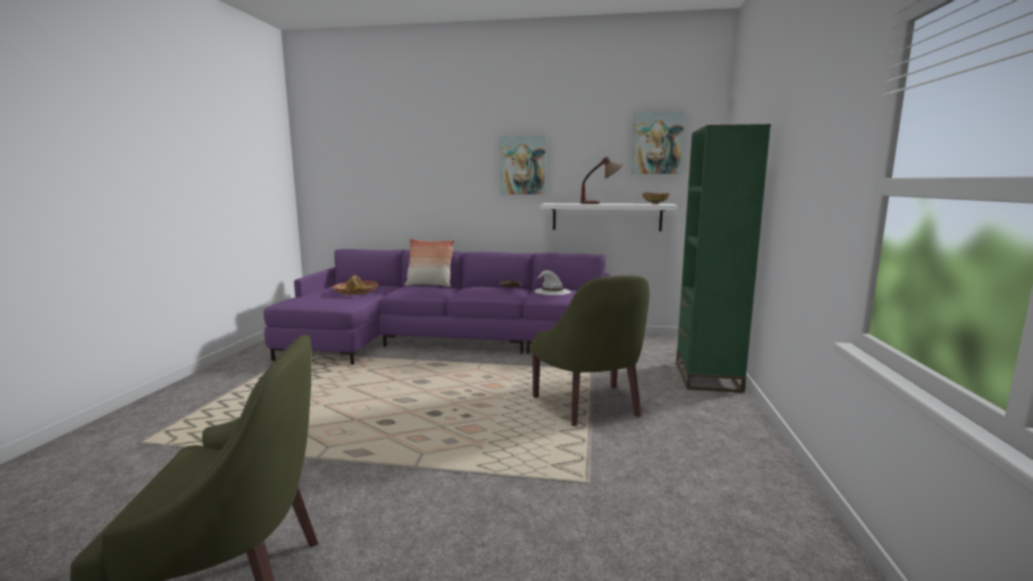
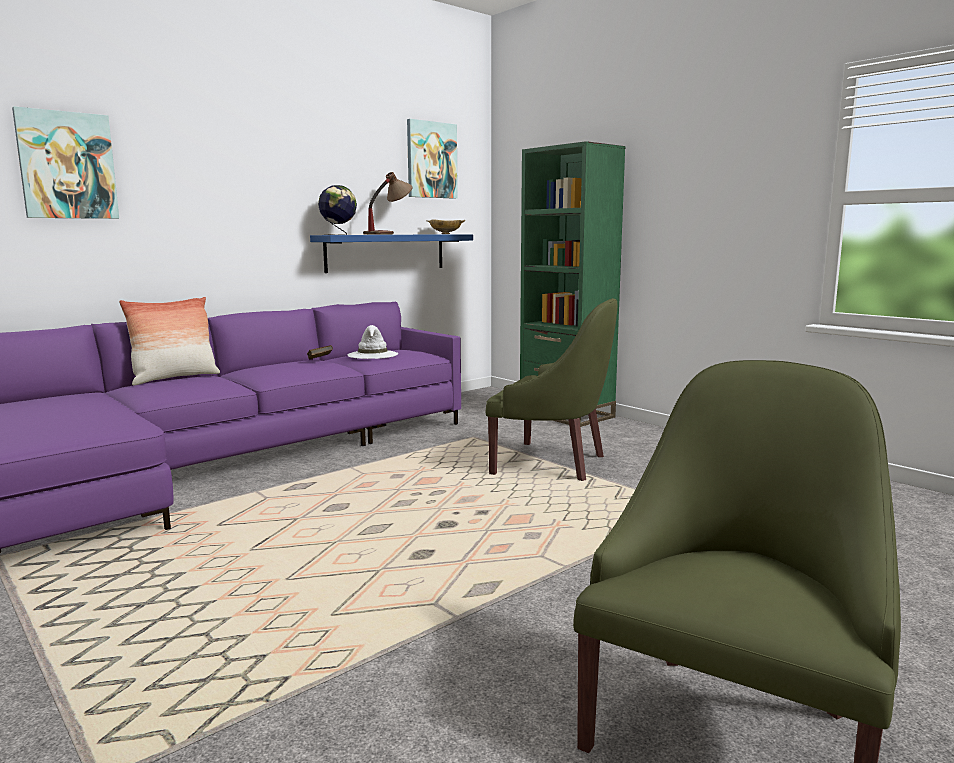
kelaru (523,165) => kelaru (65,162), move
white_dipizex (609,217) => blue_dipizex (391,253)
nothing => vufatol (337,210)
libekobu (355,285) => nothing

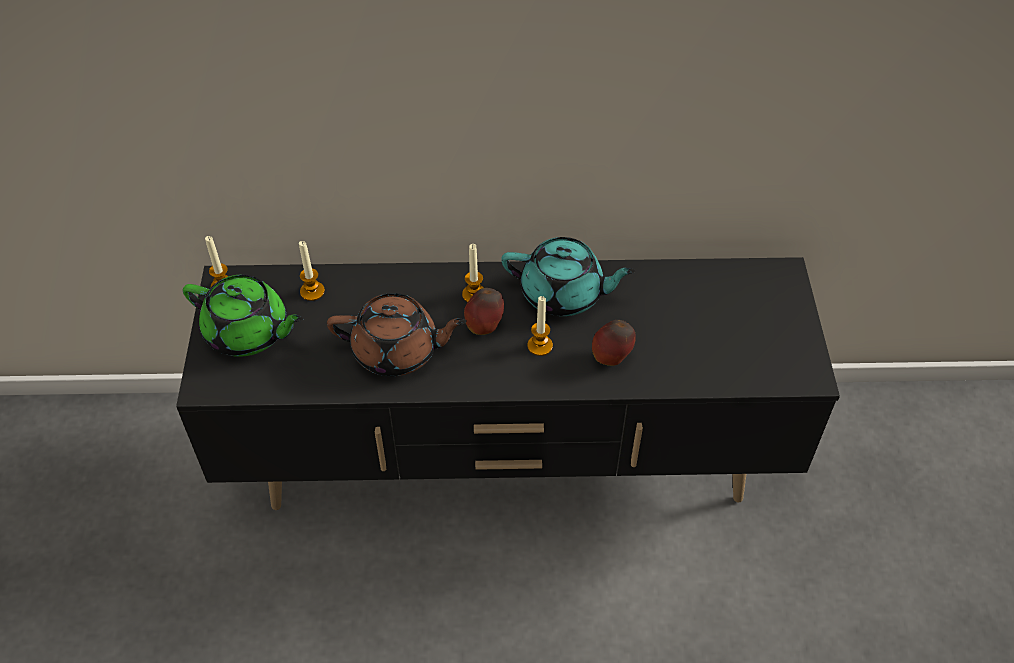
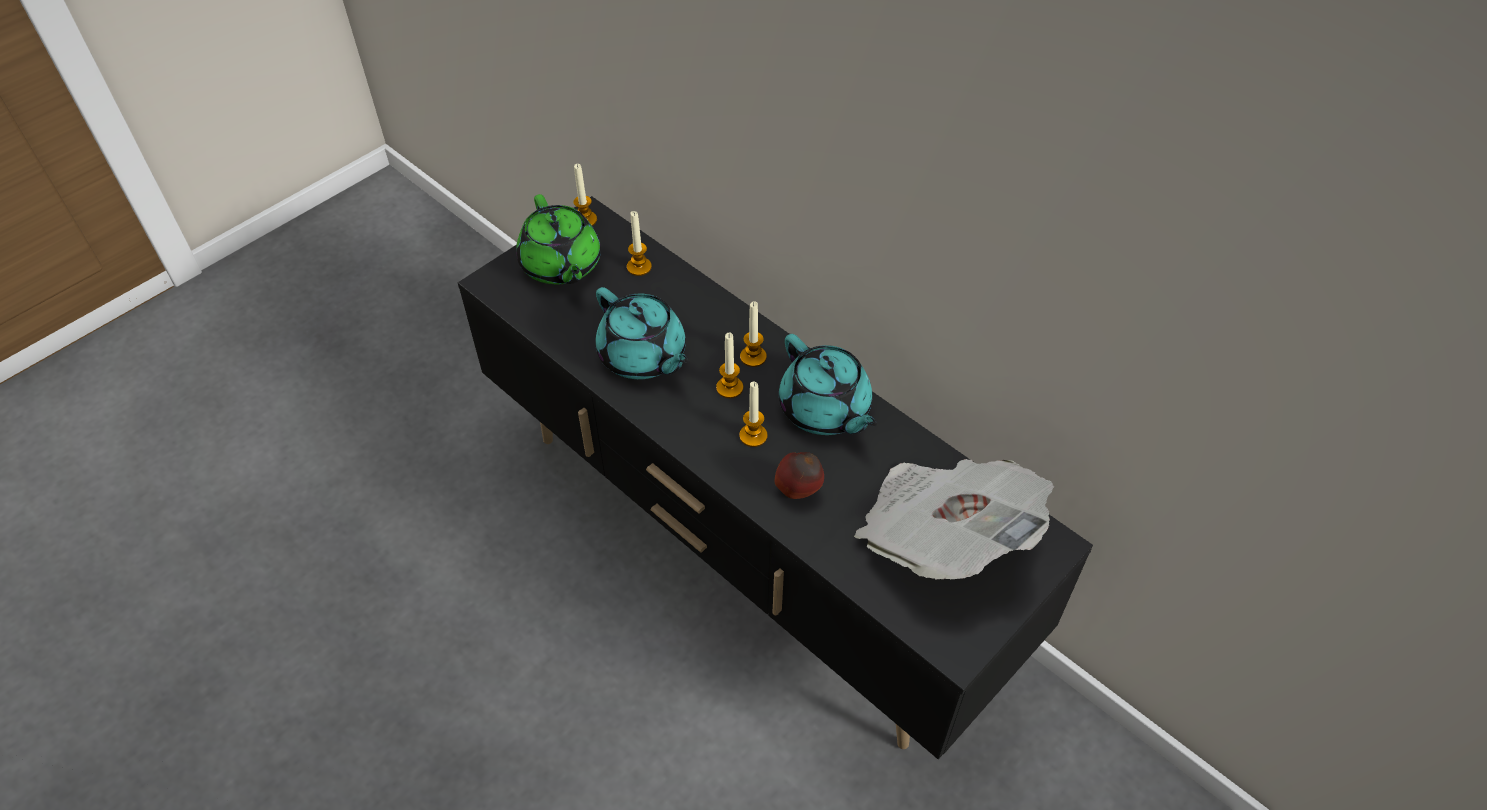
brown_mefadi (397,334) => turquoise_mefadi (642,333)
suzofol (484,311) => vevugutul (729,365)
nothing => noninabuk (954,519)

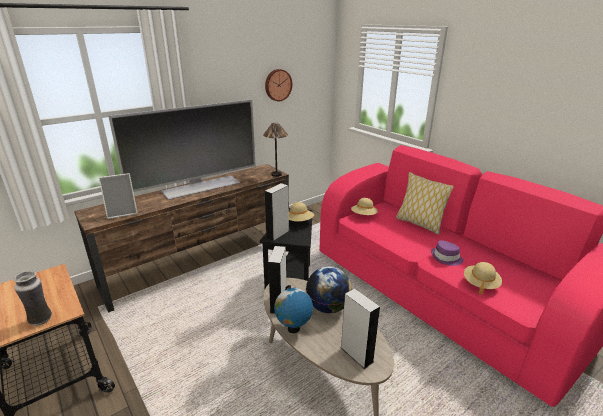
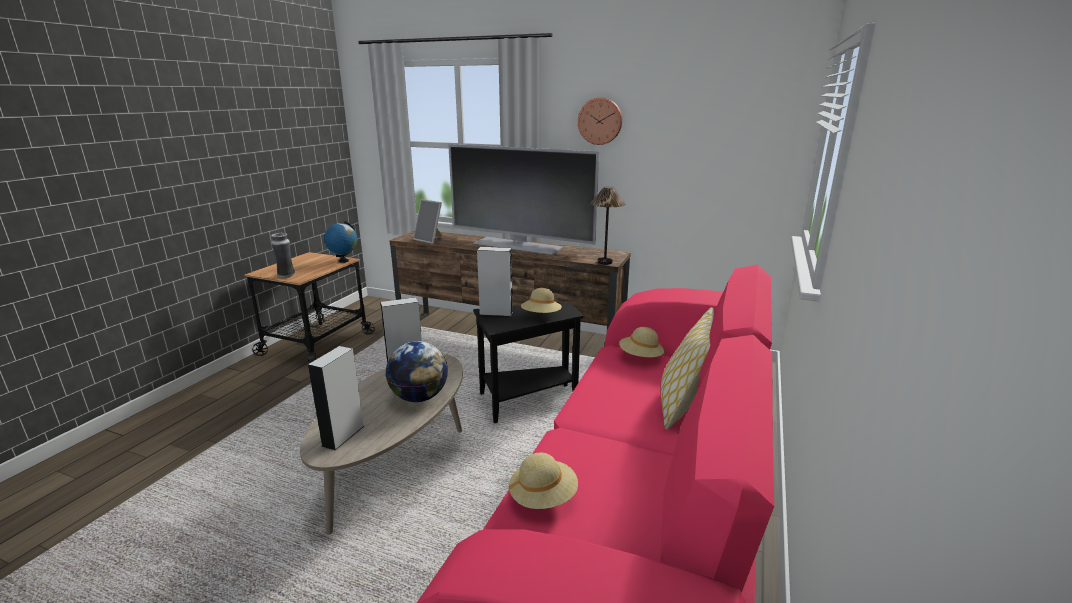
vufatol (293,309) => vufatol (340,242), move
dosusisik (278,85) => dosusisik (600,121), move
purple_libekobu (447,253) => nothing

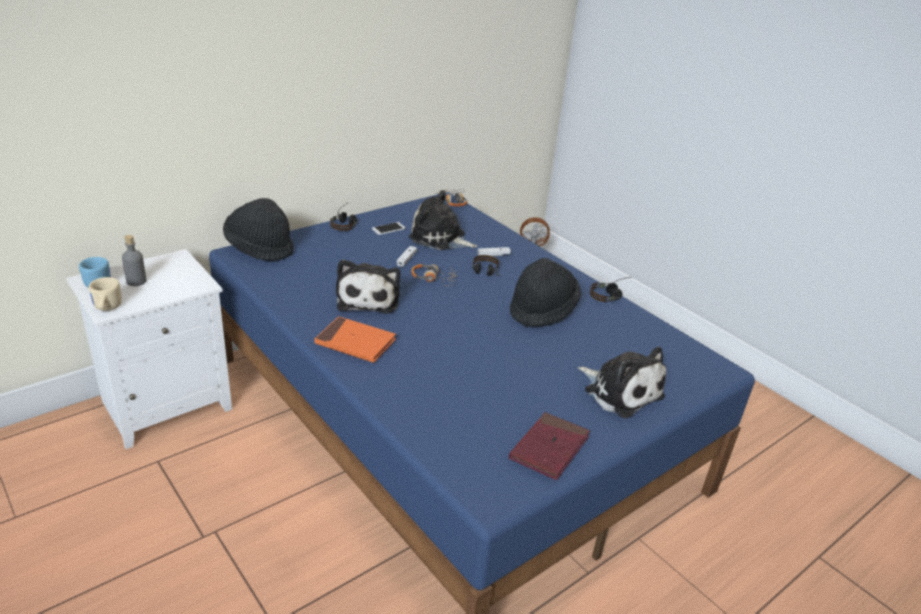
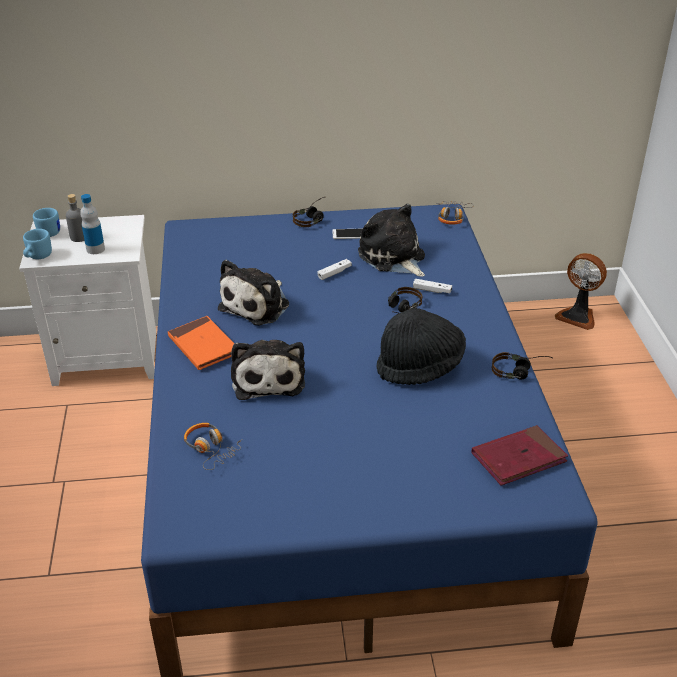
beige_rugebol (105,294) => blue_rugebol (37,244)
nothing => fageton (92,224)
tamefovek (434,275) => tamefovek (213,446), move
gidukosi (622,383) => gidukosi (268,370), move
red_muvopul (549,446) => red_muvopul (519,455), move
black_libekobu (258,229) => nothing

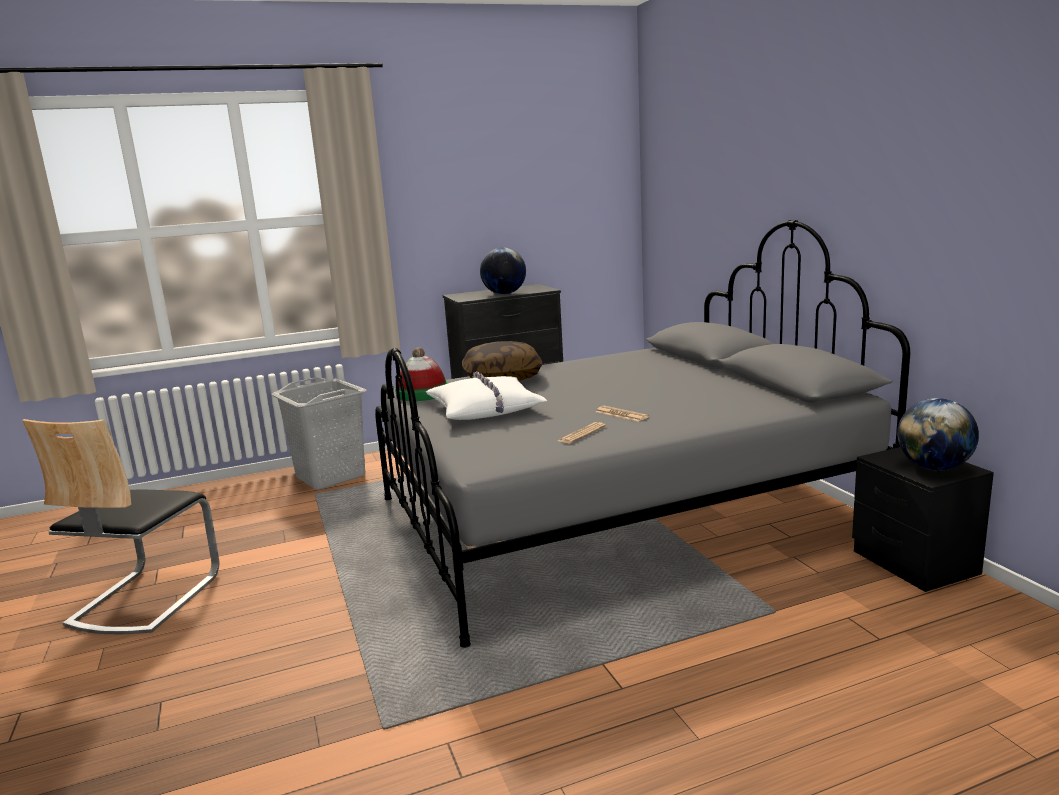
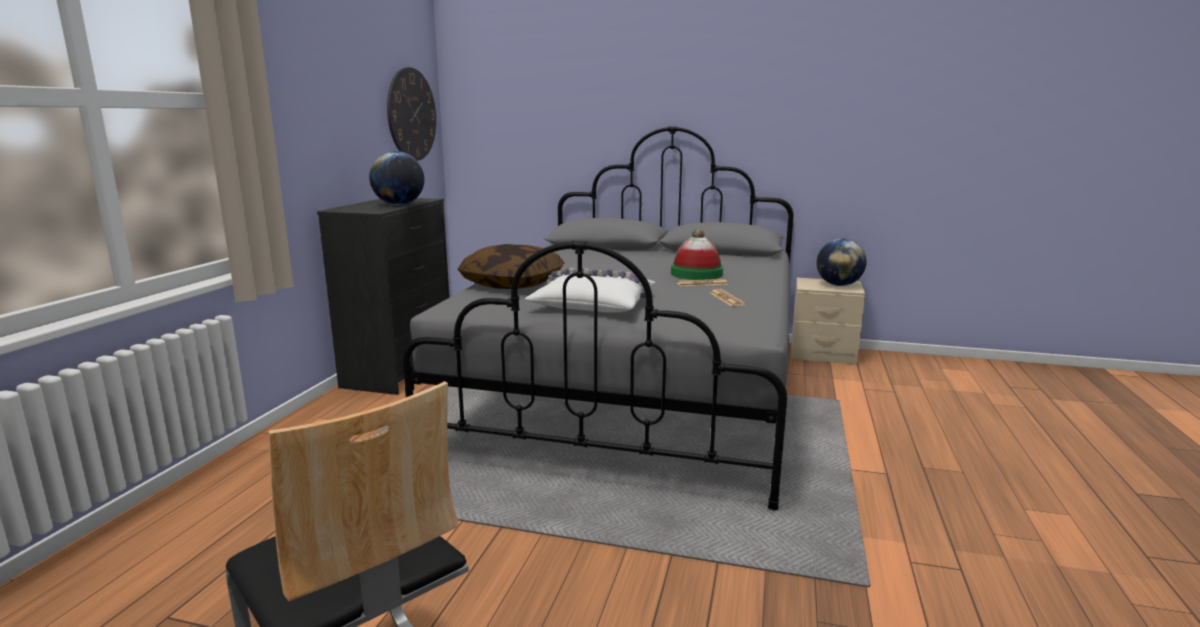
nothing => dosusisik (411,114)
libekobu (421,374) => libekobu (697,254), move
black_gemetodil (923,519) => beige_gemetodil (828,321)
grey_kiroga (319,433) => nothing

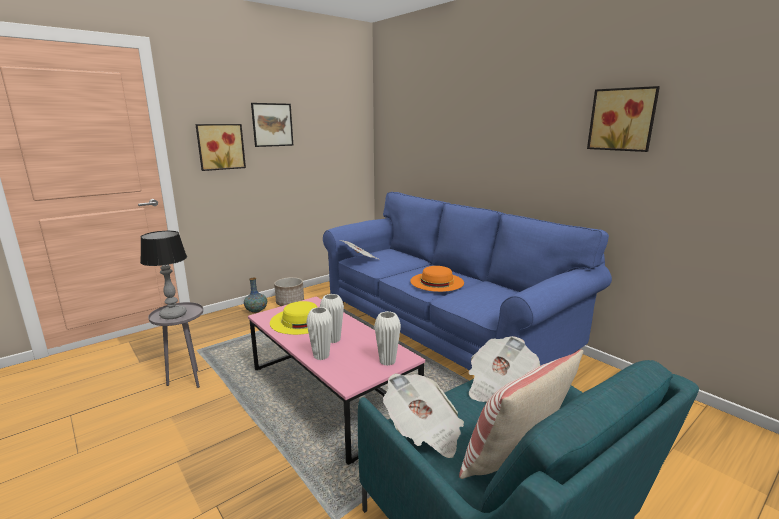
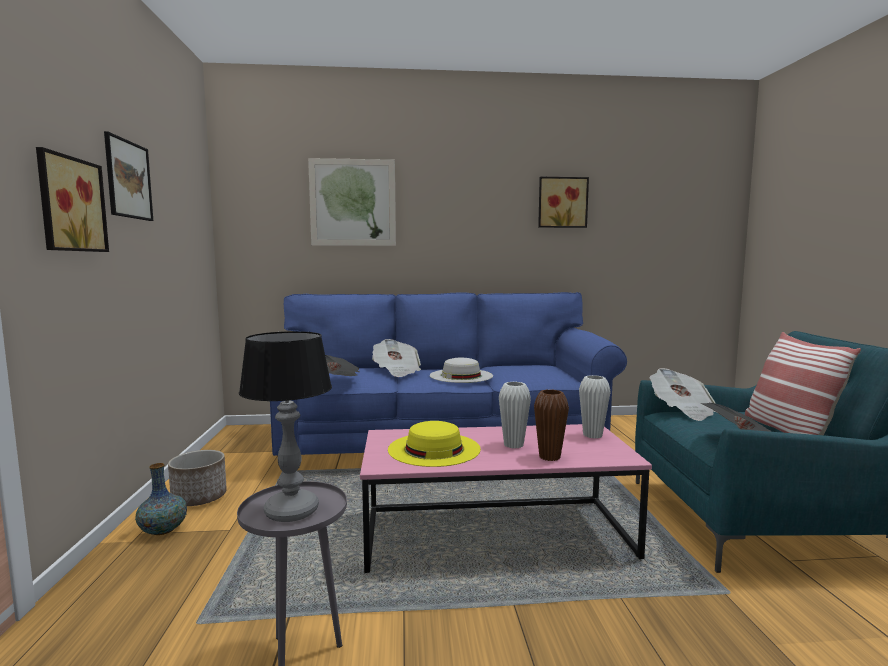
nothing => kelaru (352,202)
nothing => noninabuk (396,358)
orange_libekobu (437,279) => white_libekobu (461,370)
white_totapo (319,333) => brown_totapo (551,425)

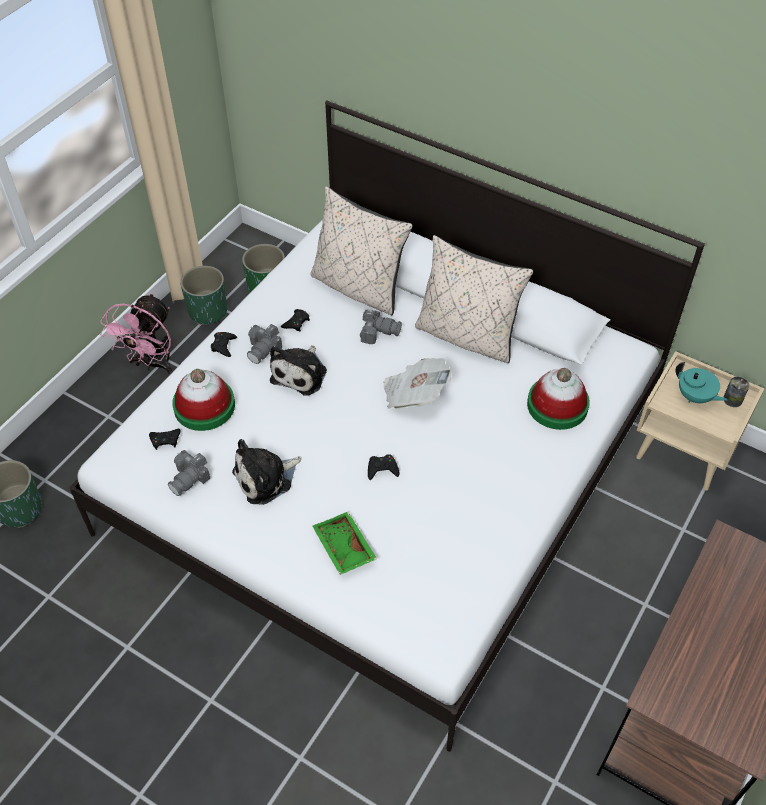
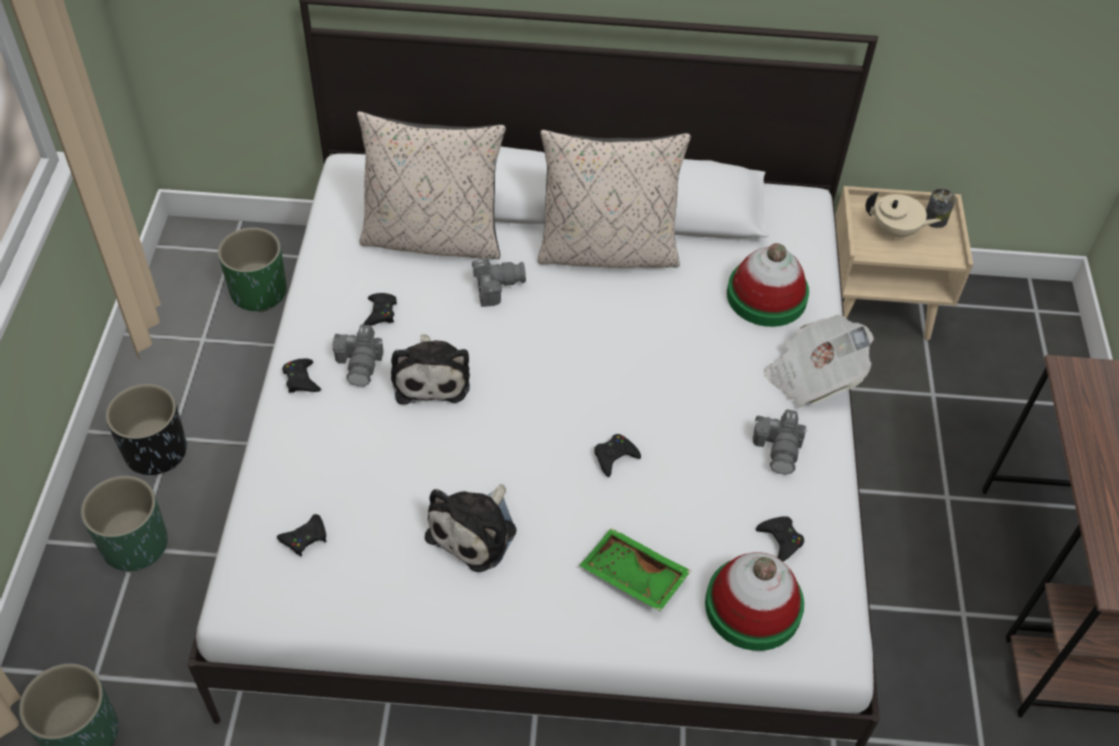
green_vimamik (203,295) => green_vimamik (124,524), move
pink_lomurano (136,333) => black_vimamik (146,429)
libekobu (203,400) => libekobu (754,601), move
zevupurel (189,473) => zevupurel (780,442), move
nothing => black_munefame (780,538)
noninabuk (417,383) => noninabuk (819,361), move
turquoise_mefadi (701,382) => beige_mefadi (903,216)

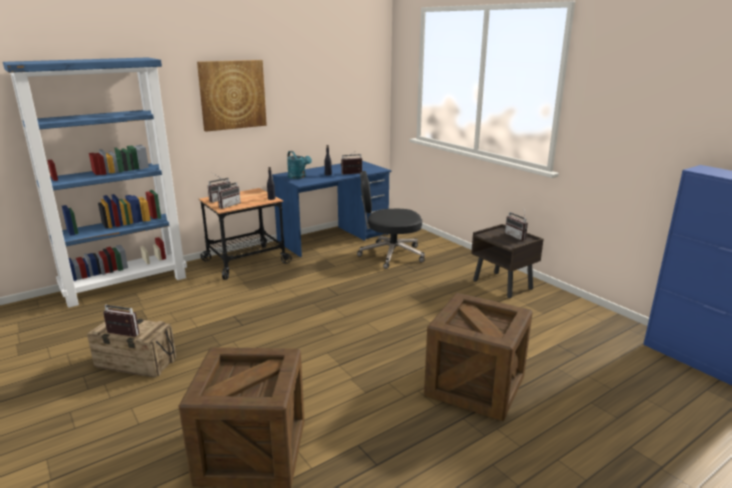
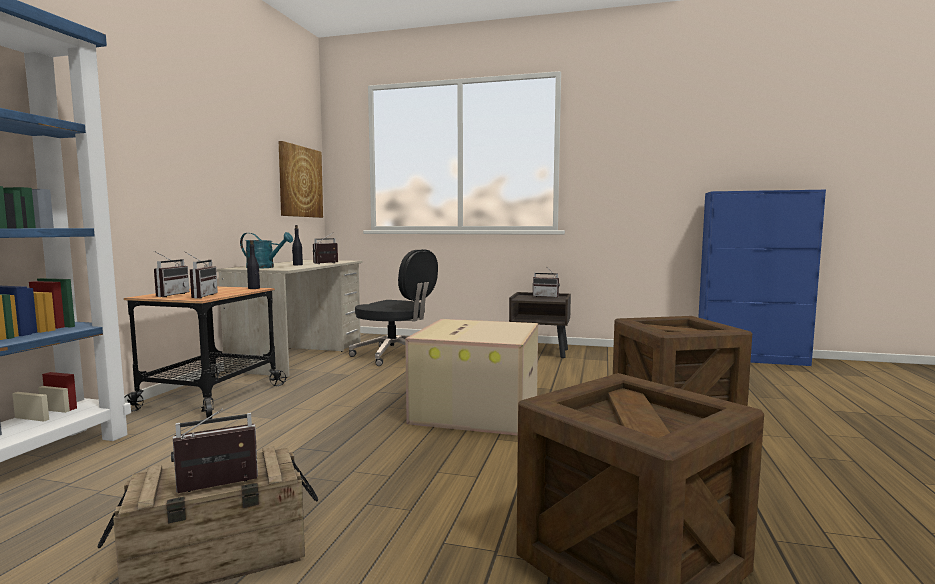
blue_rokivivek (332,209) => beige_rokivivek (289,319)
kelaru (232,96) => kelaru (301,179), move
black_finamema (391,220) => black_finamema (393,307), 105 degrees counterclockwise
nothing => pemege (471,377)

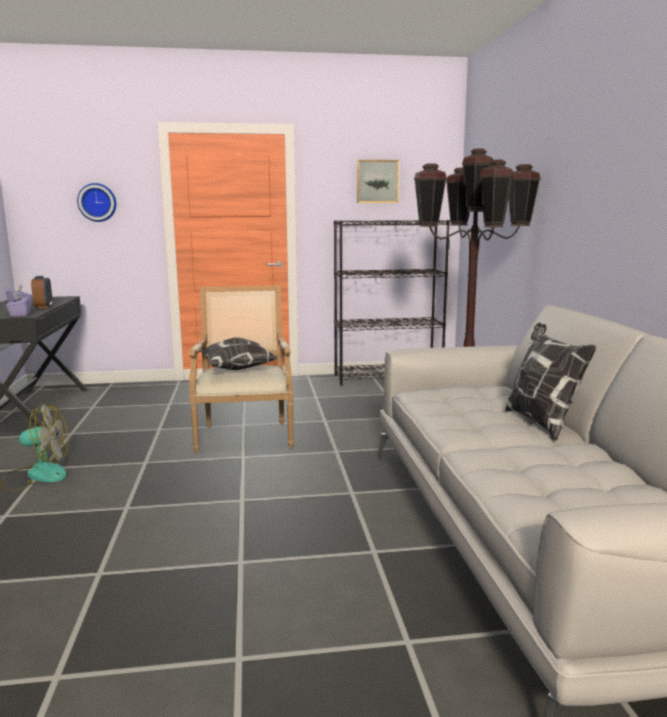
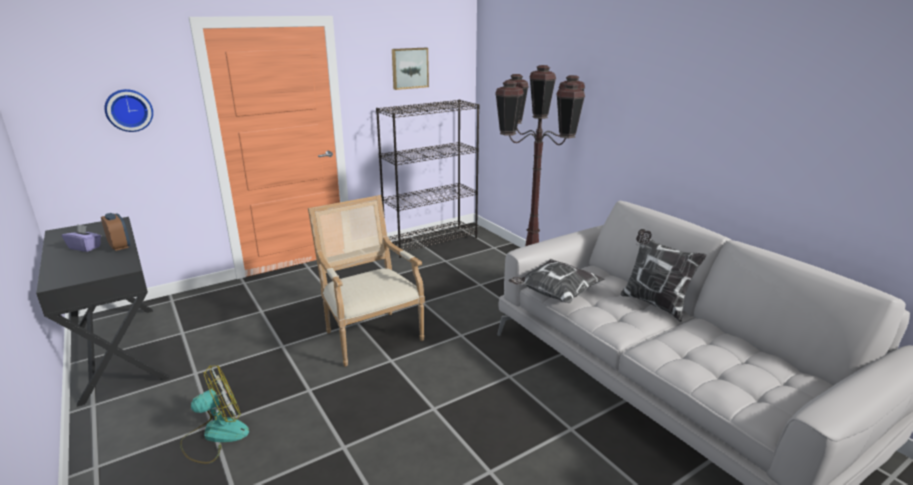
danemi (238,353) => danemi (557,281), move
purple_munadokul (18,304) => nothing

